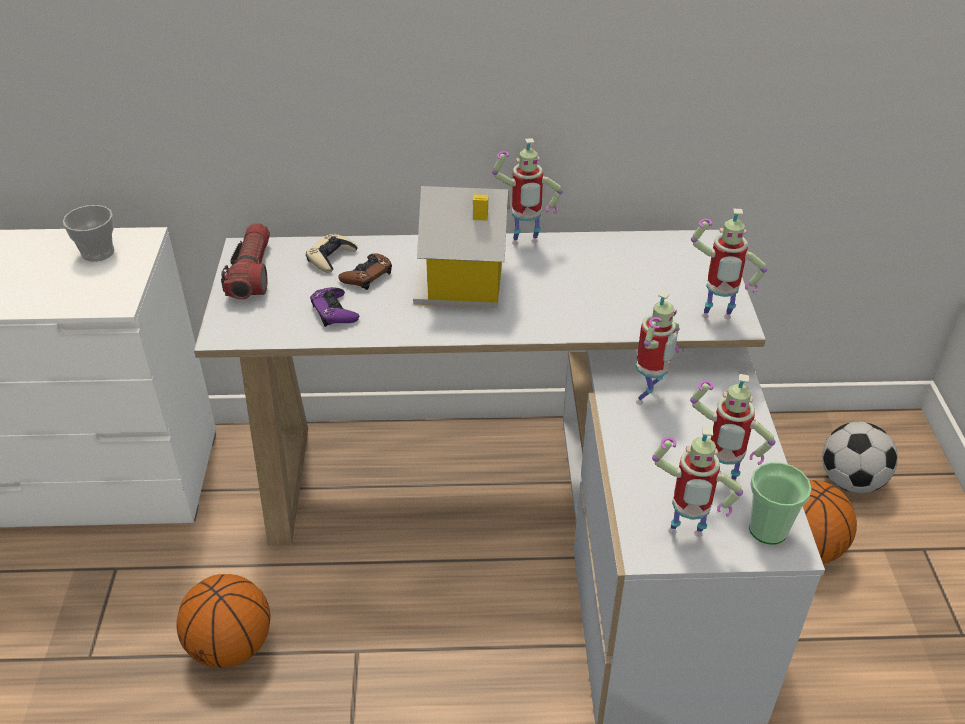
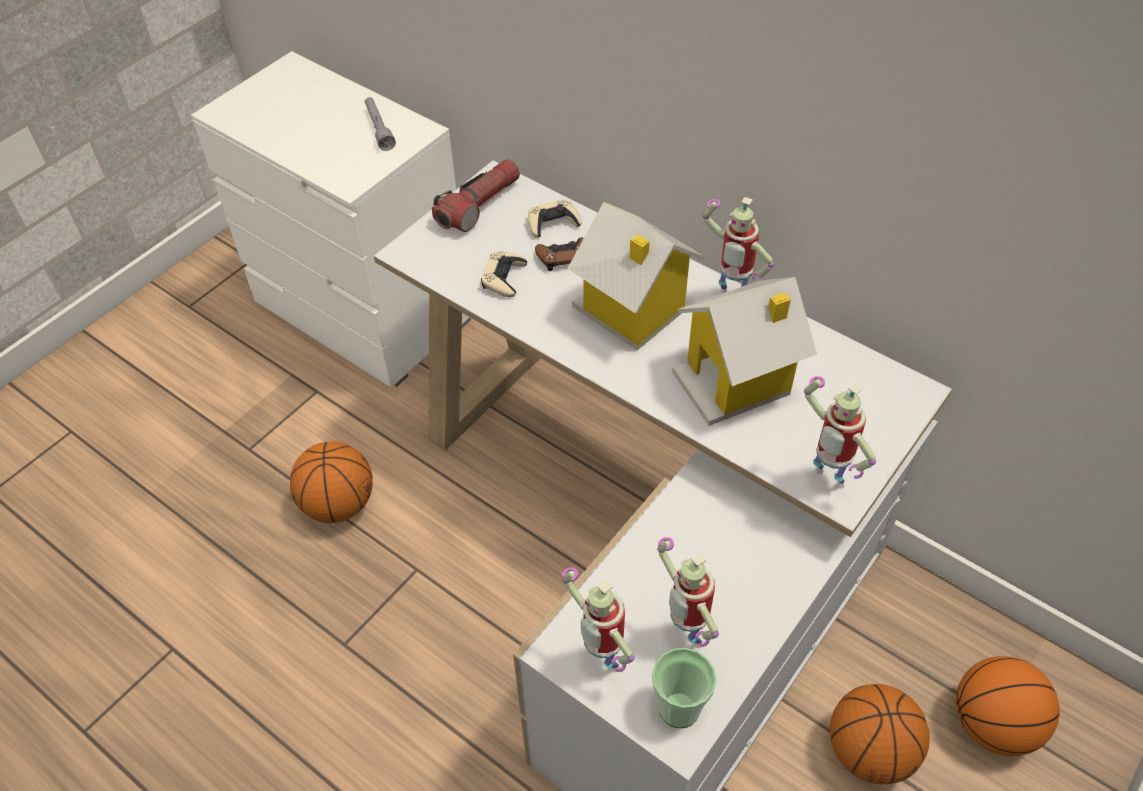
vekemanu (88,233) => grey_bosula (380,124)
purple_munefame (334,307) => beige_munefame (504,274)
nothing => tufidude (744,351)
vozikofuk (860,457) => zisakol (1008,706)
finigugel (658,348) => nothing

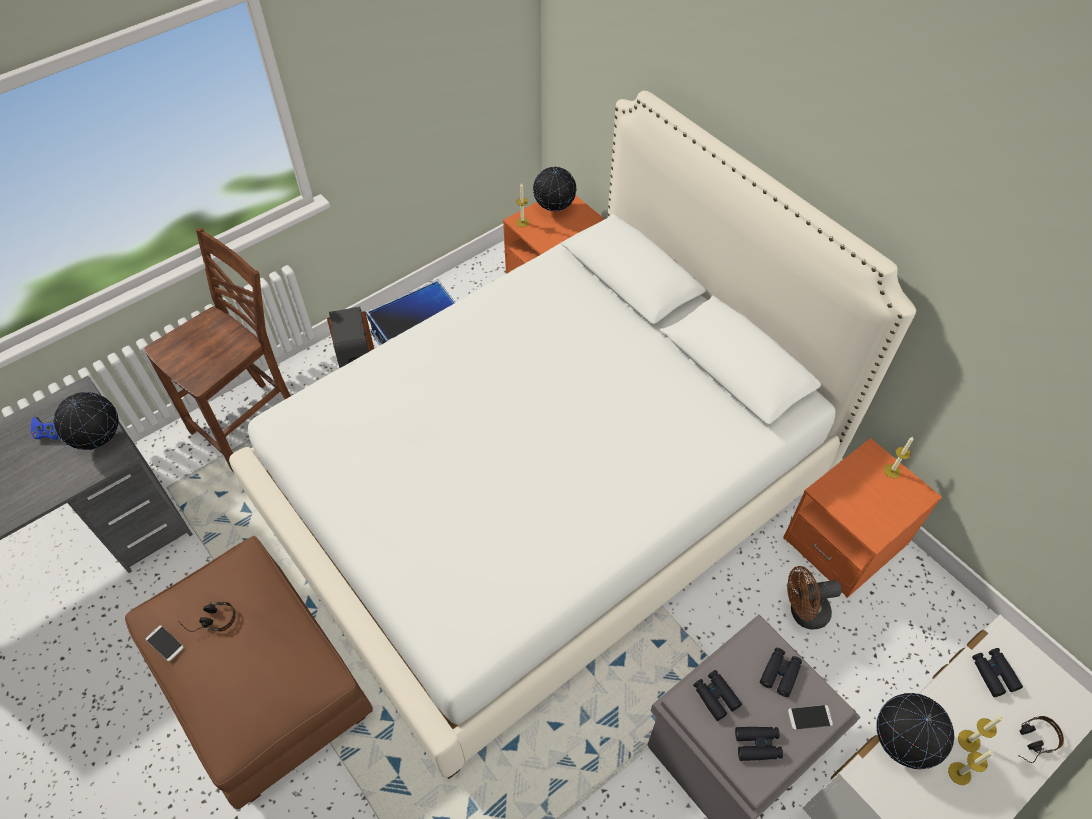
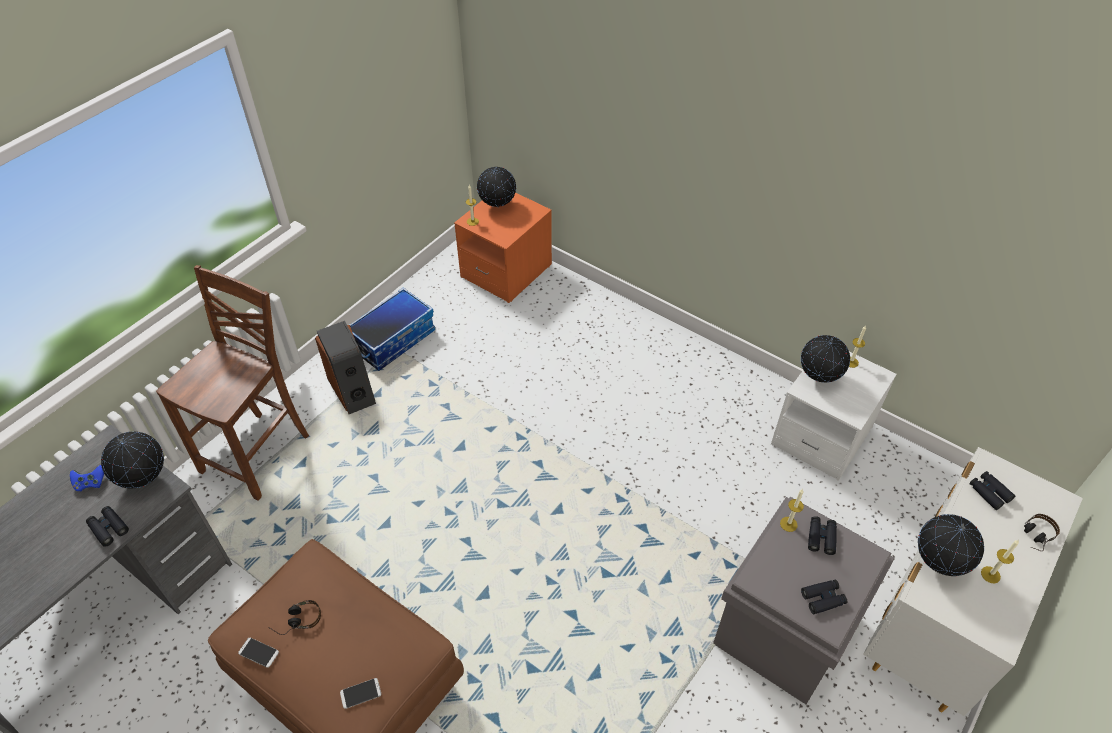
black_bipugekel (717,695) => black_bipugekel (107,526), move
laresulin (810,717) => laresulin (360,693), move
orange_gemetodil (862,518) => white_gemetodil (834,416)
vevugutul (980,733) => vevugutul (792,510), move
nothing => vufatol (825,359)
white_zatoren (572,435) => nothing
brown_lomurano (814,597) => nothing

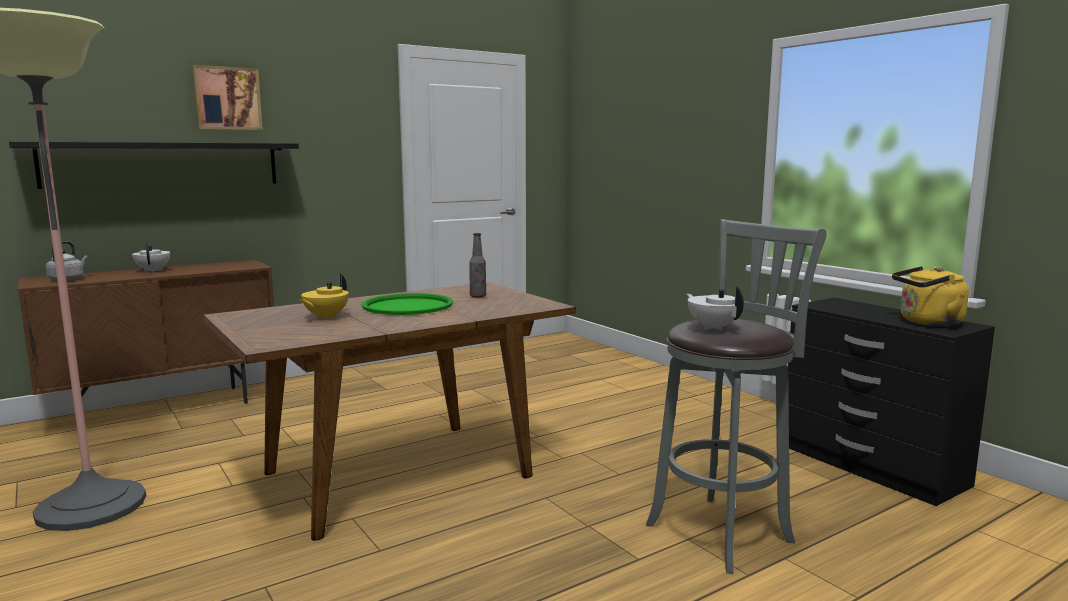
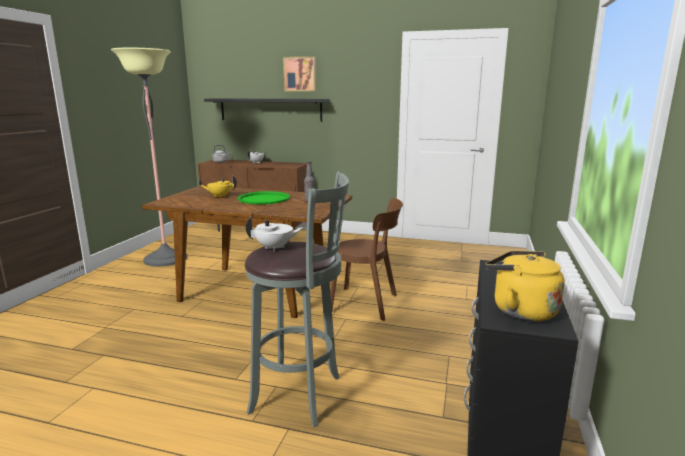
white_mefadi (715,308) => white_mefadi (275,234), 60 degrees clockwise
nothing => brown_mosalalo (366,259)

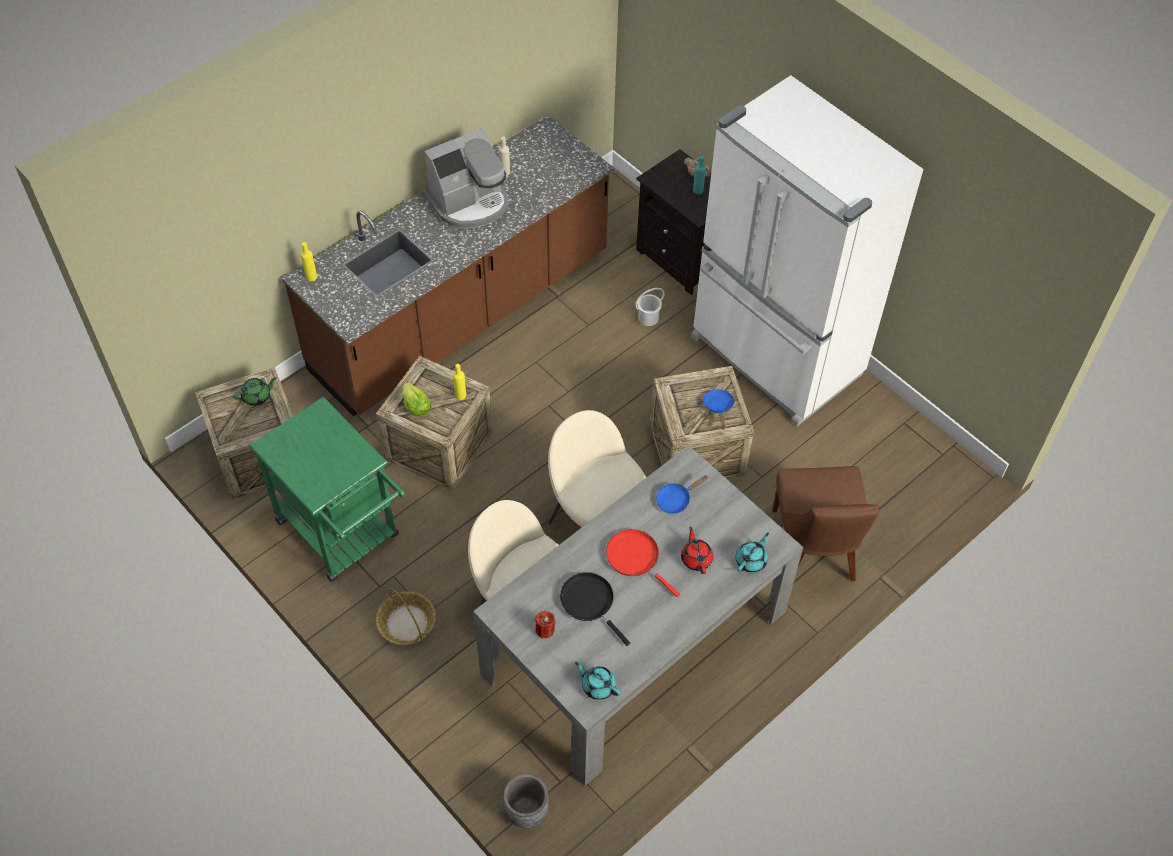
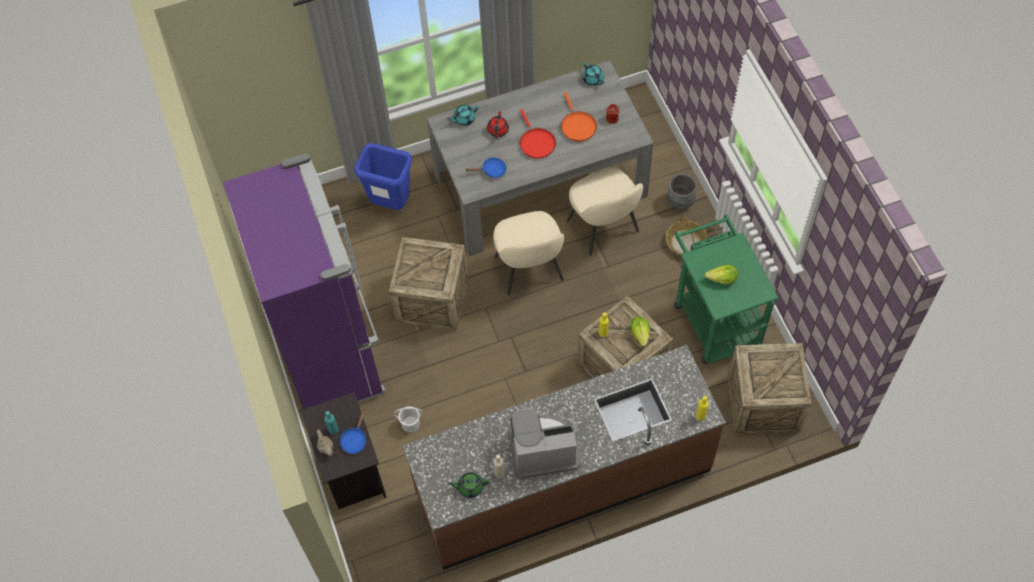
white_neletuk (807,251) => purple_neletuk (304,281)
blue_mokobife (719,409) => blue_mokobife (353,432), move
brown_mosalalo (825,523) => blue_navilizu (383,176)
green_mefadi (255,391) => green_mefadi (469,485), move
black_mokobife (595,609) => orange_mokobife (579,117)
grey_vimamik (526,801) => grey_vimamik (682,191), move
nothing => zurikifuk (721,274)

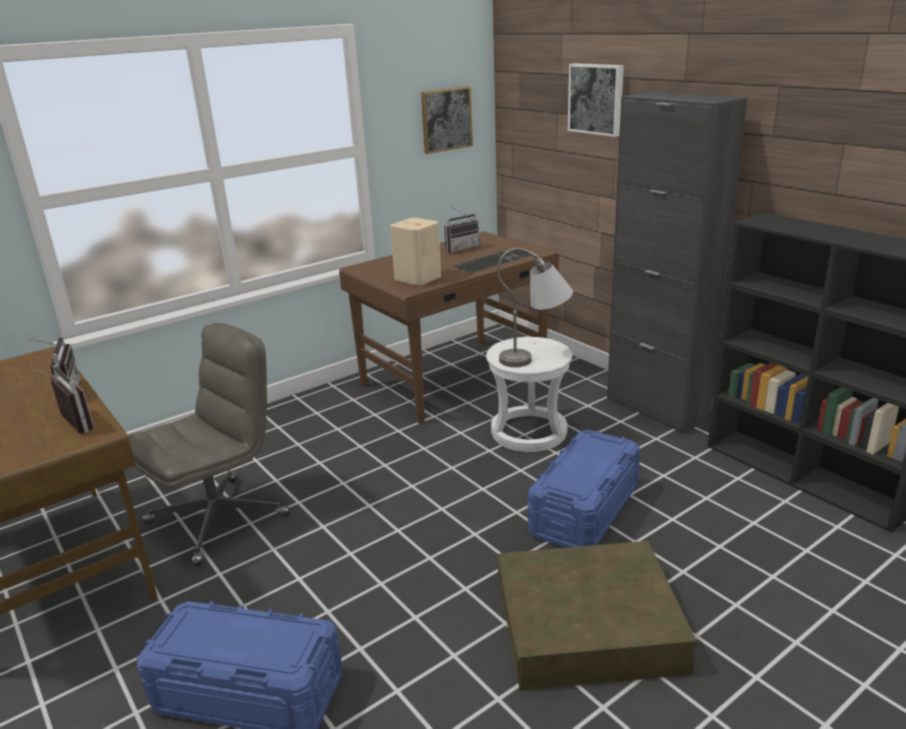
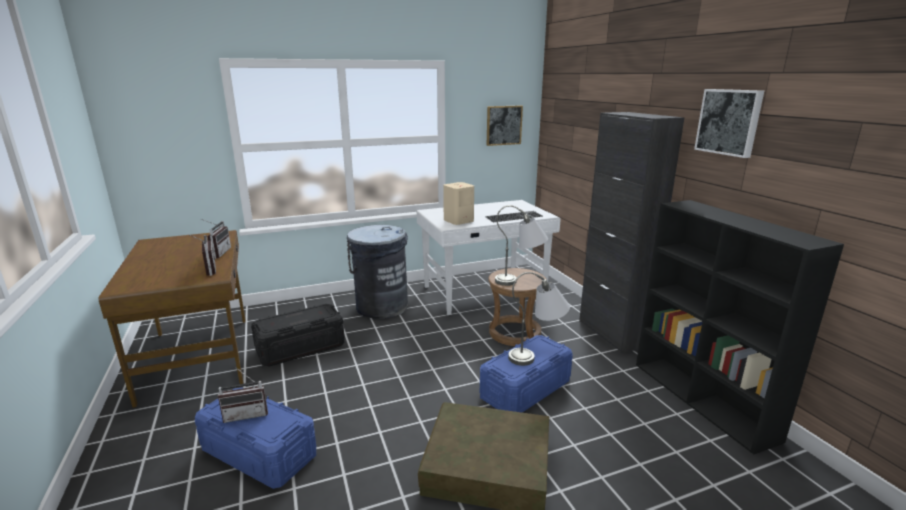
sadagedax (461,230) => sadagedax (243,395), move
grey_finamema (209,444) => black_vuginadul (298,335)
nothing => grey_navilizu (377,272)
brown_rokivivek (449,327) => white_rokivivek (489,257)
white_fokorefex (529,394) => brown_fokorefex (517,307)
nothing => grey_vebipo (539,319)
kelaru (596,100) => kelaru (729,123), move

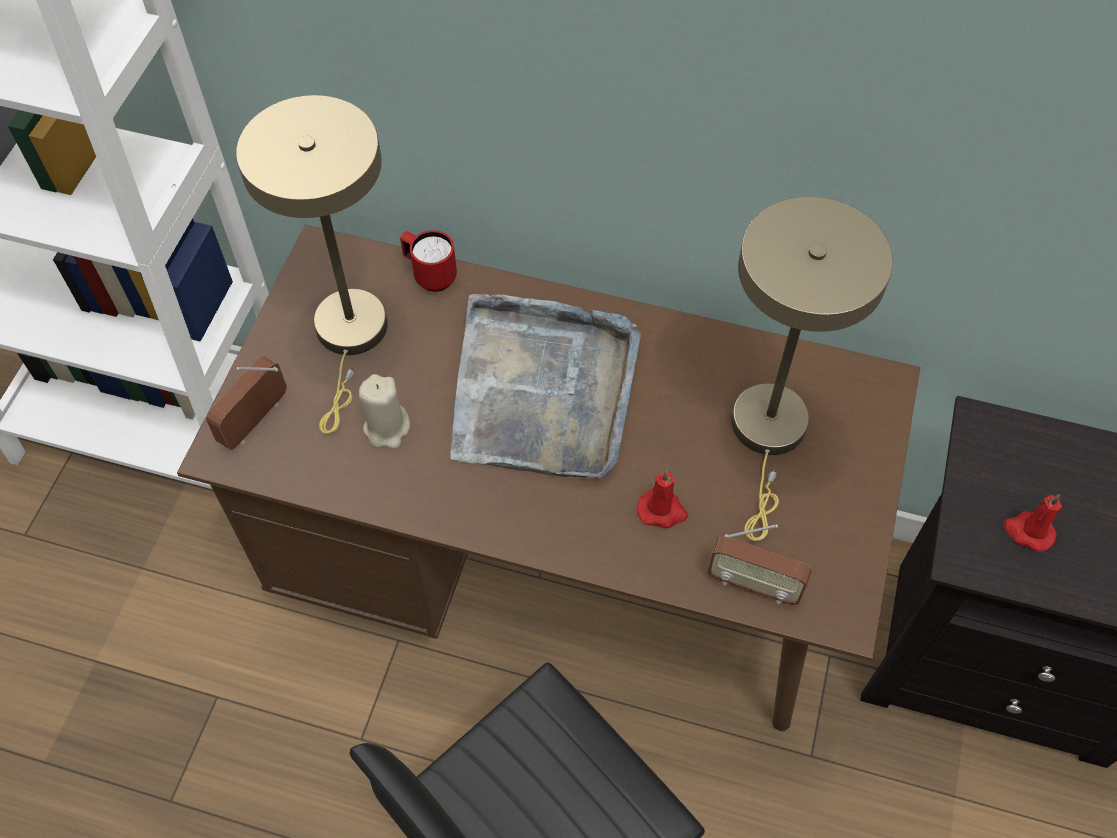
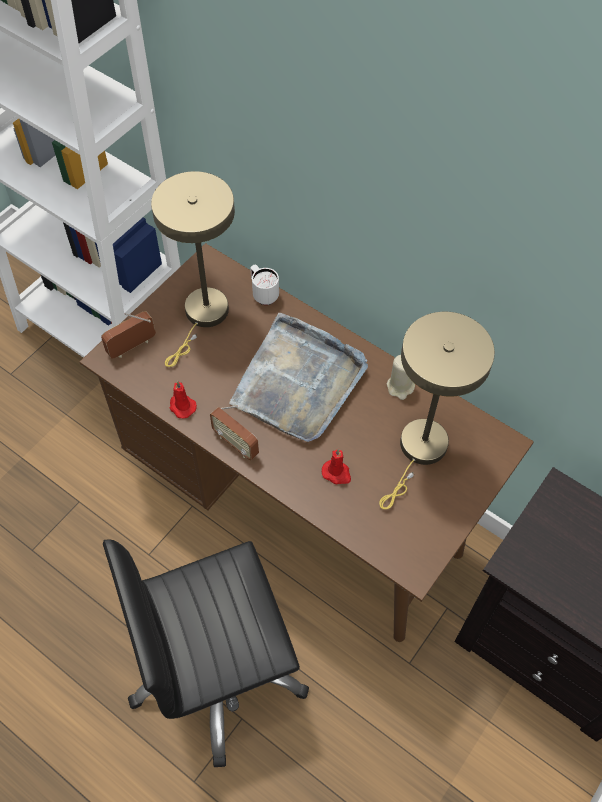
red_vevugutul (1032,523) => red_vevugutul (183,399), move
sadagedax (759,564) => sadagedax (234,432), move
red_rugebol (428,261) => white_rugebol (264,284)
beige_vevugutul (384,411) => beige_vevugutul (401,377), move

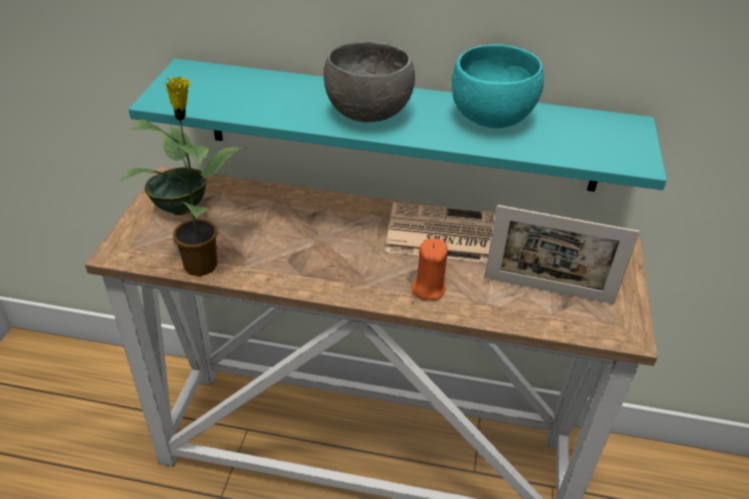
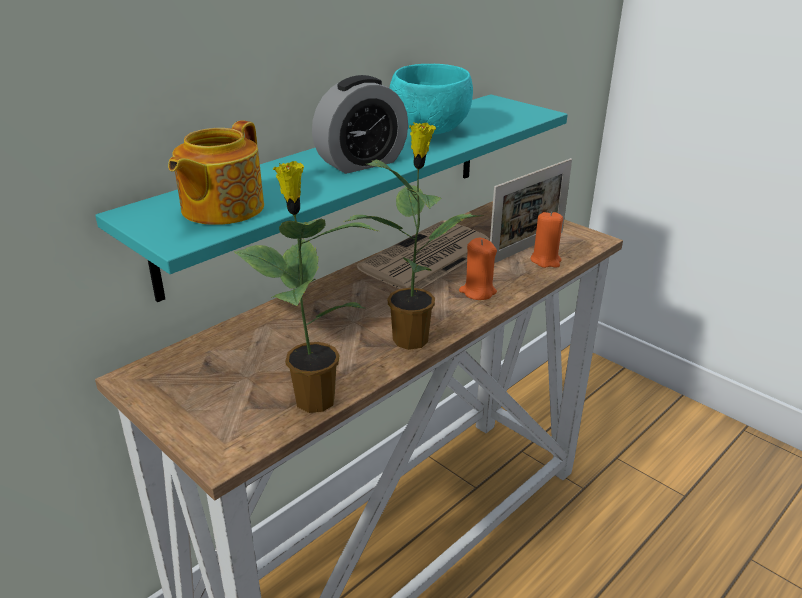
nothing => mefadi (216,172)
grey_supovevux (369,81) => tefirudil (360,124)
nothing => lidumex (414,236)
nothing => orange_vevugutul (546,239)
green_supovevux (176,191) => nothing

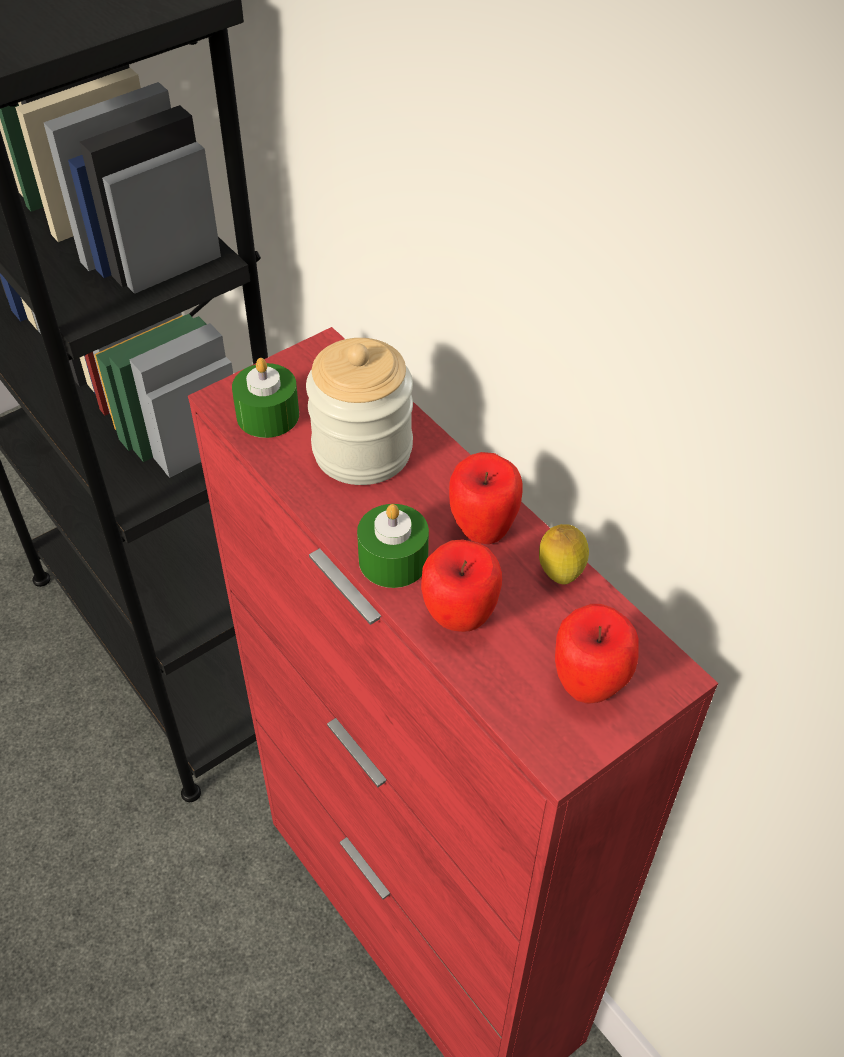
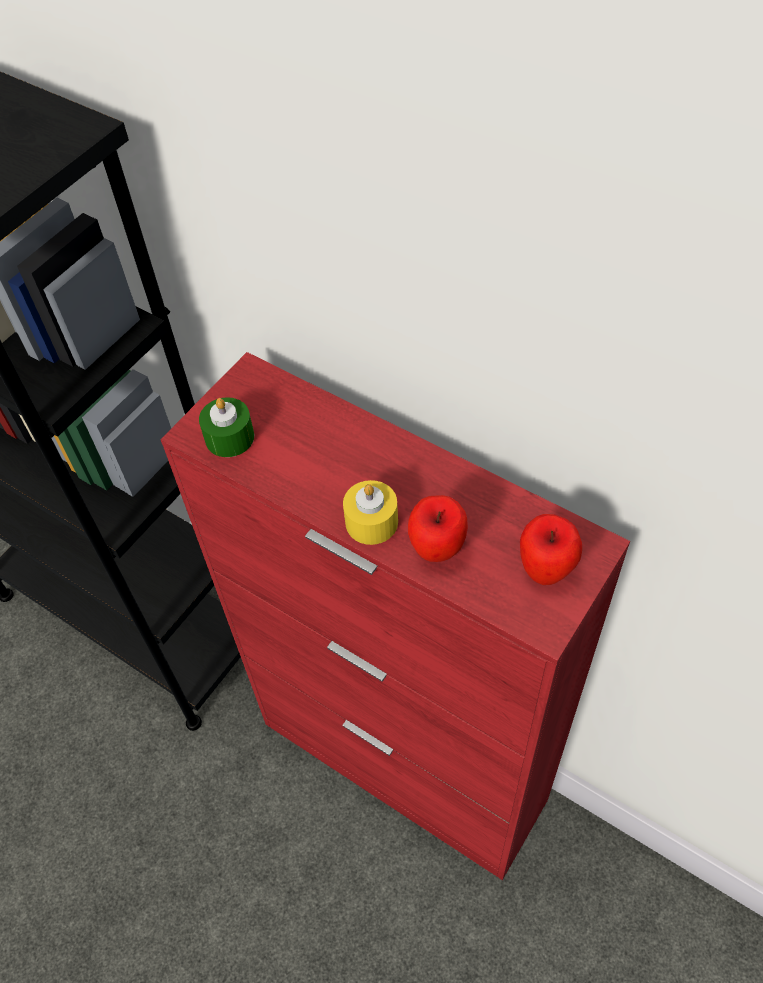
green_vevugutul (393,546) => yellow_vevugutul (370,512)
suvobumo (359,411) => nothing
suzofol (486,498) => nothing
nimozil (564,554) => nothing

